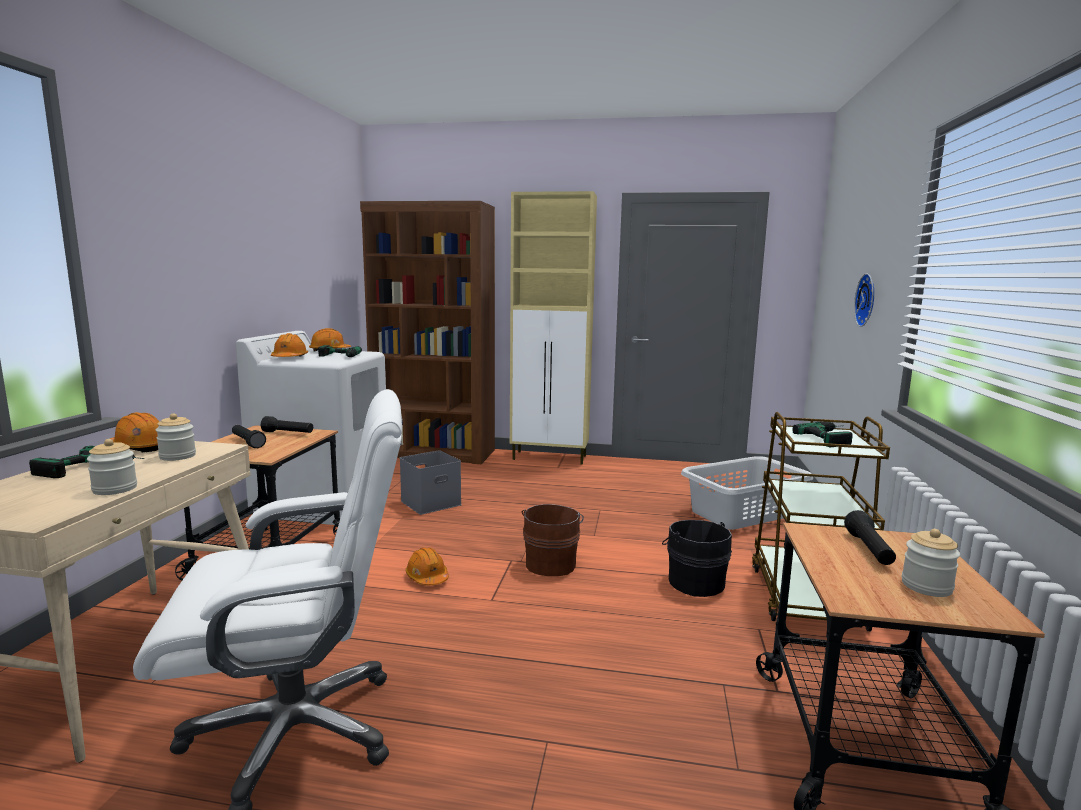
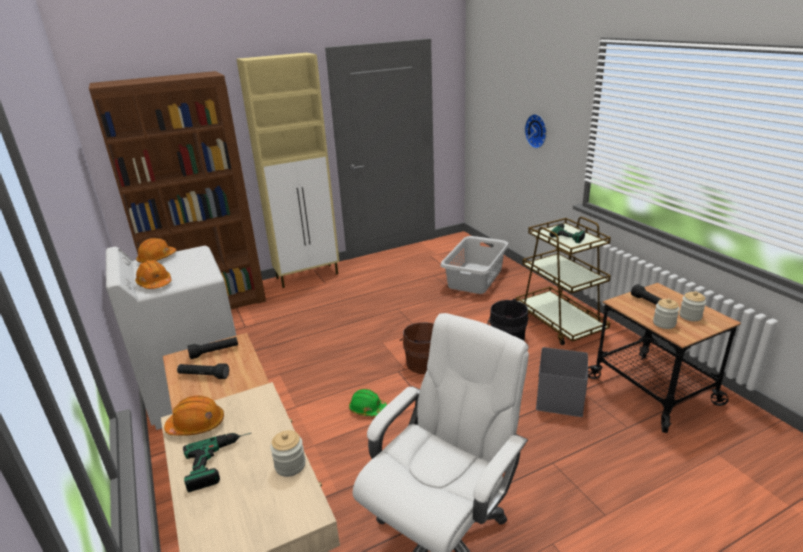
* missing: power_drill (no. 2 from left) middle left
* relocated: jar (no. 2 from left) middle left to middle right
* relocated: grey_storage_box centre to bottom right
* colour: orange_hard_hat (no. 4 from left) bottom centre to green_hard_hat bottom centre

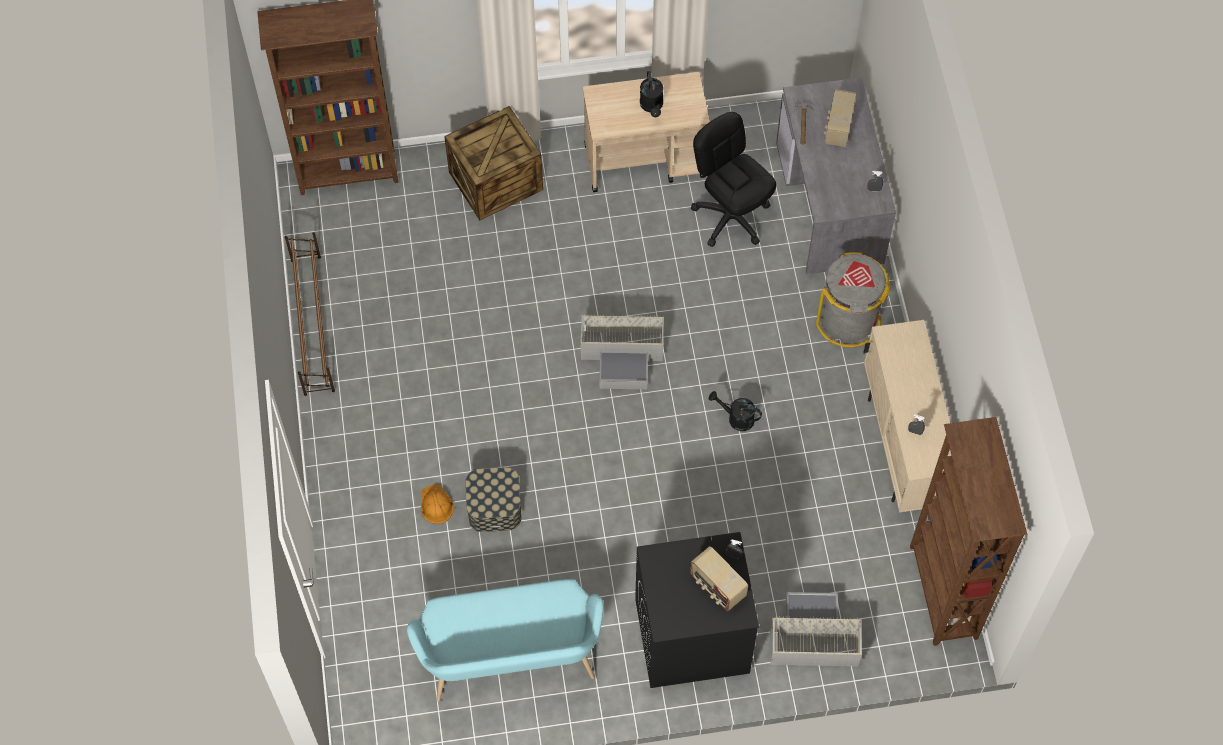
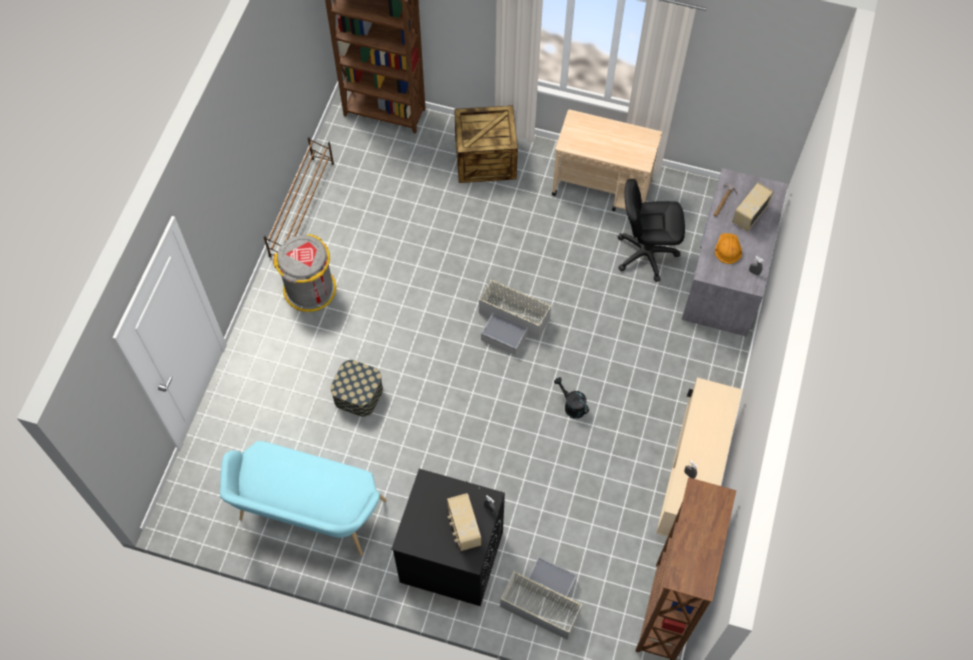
* missing: black_watering_can (no. 1 from left) top centre
* spun: black_office_chair top centre = middle right 75 degrees counterclockwise
* relocated: grey_trash_can middle right to middle left
* relocated: orange_hard_hat bottom centre to middle right

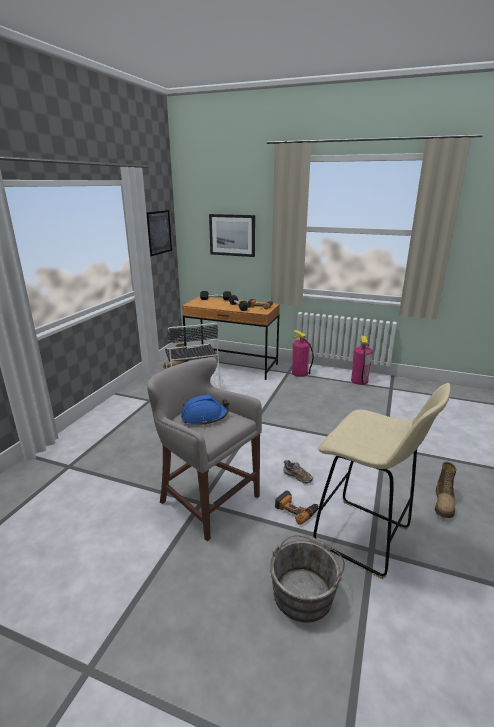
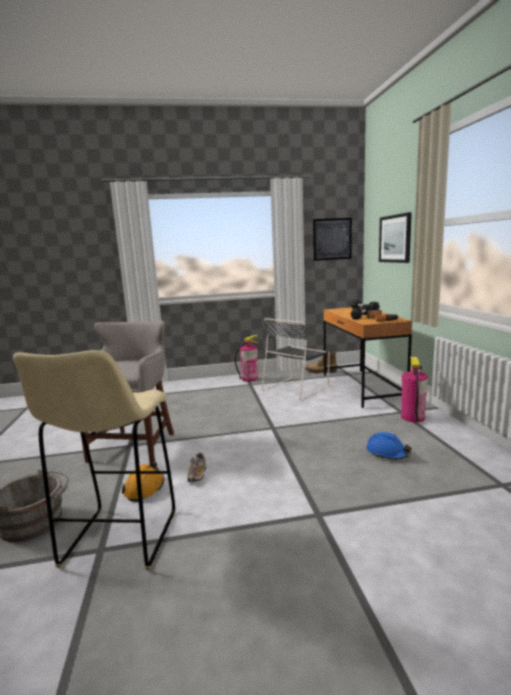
* relocated: fire_extinguisher (no. 2 from left in the first image) middle right to fire_extinguisher (no. 1 from left) centre
* relocated: blue_hard_hat centre to middle right
* missing: boot (no. 2 from left) bottom right
* exchanged: power_drill (no. 2 from left) bottom centre to orange_hard_hat bottom left

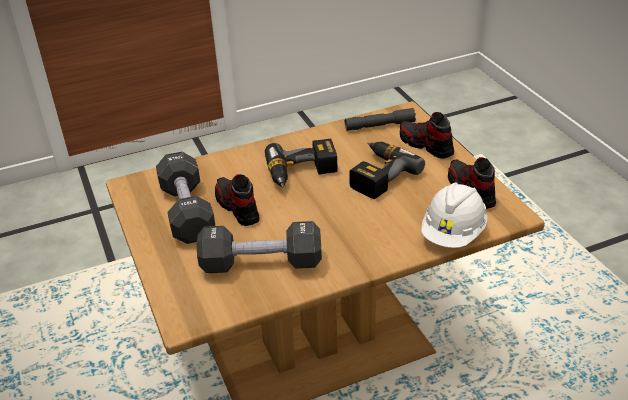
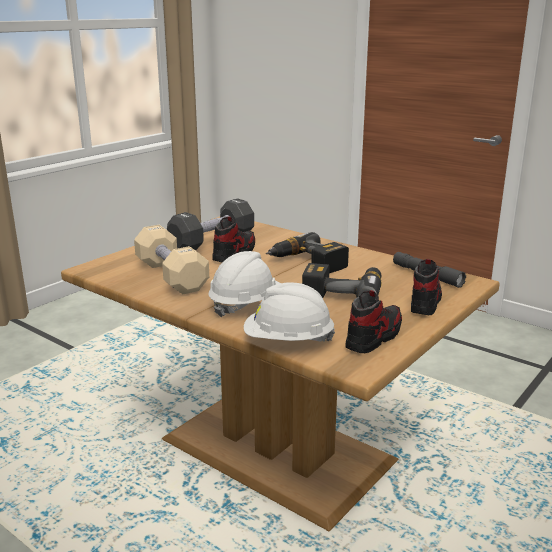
* colour: black_dumbbell (no. 2 from left) centre to beige_dumbbell middle left
* appeared: white_hard_hat (no. 1 from left) centre

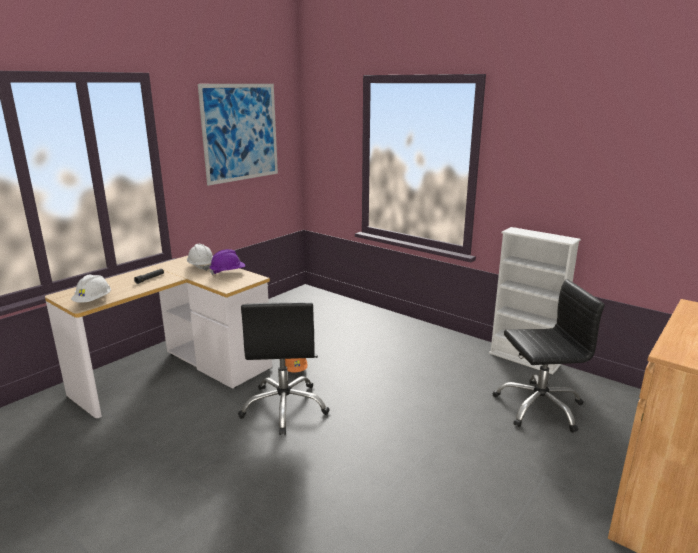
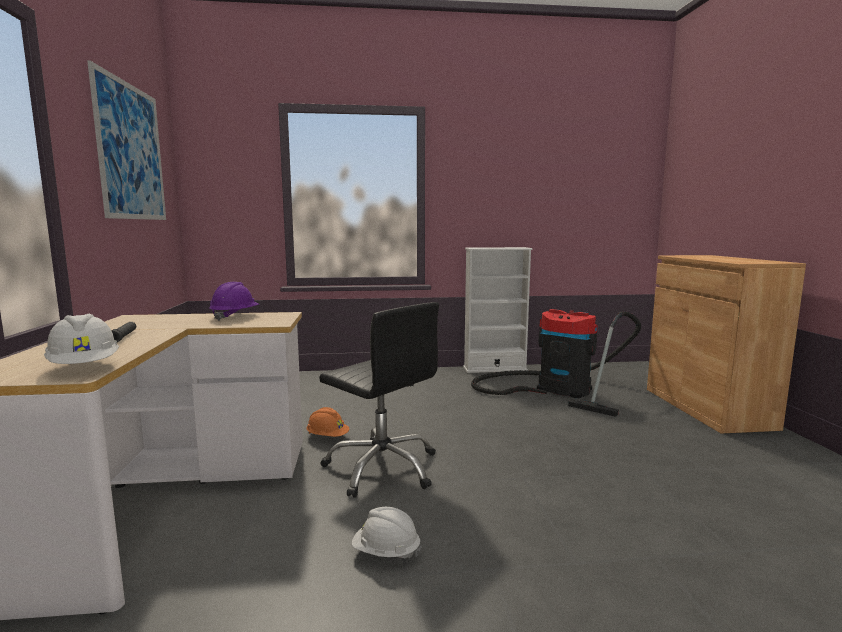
* relocated: white_hard_hat (no. 2 from left) middle left to bottom centre
* exchanged: black_office_chair (no. 2 from left) middle right to vacuum_cleaner centre

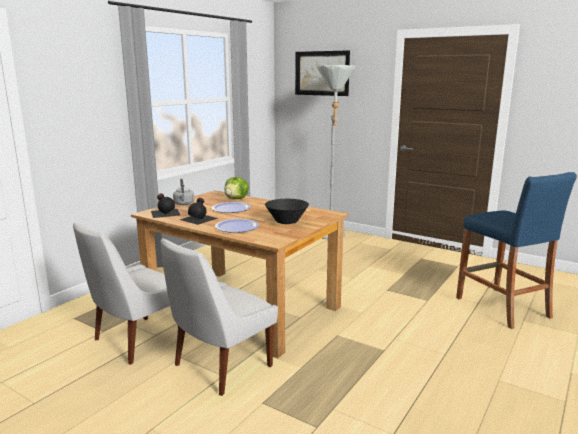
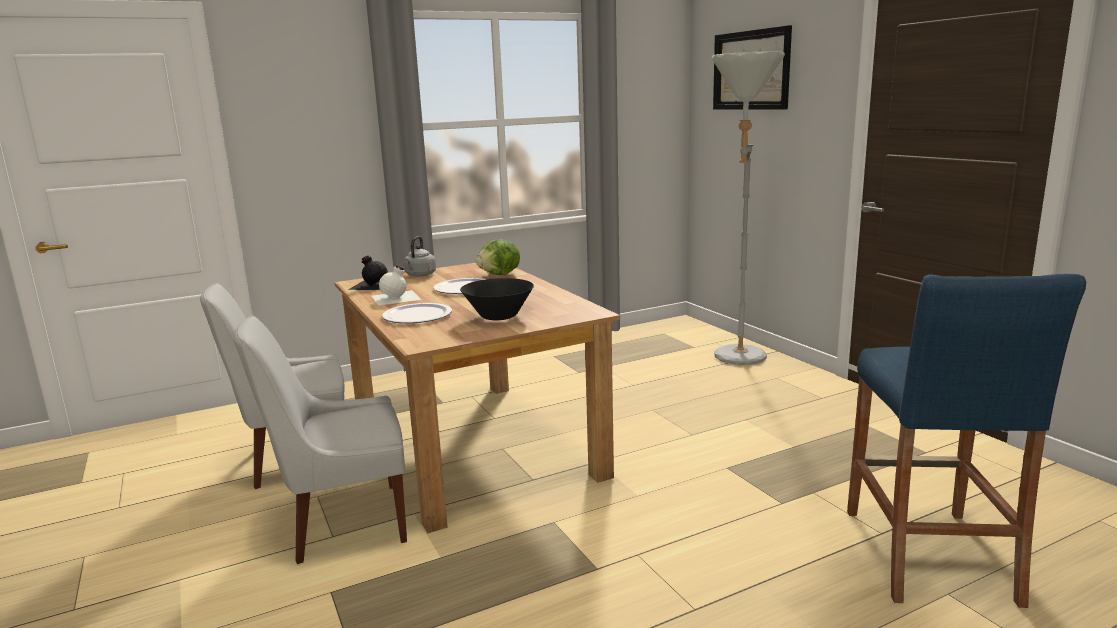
* colour: black_bottle (no. 2 from left) centre to white_bottle centre

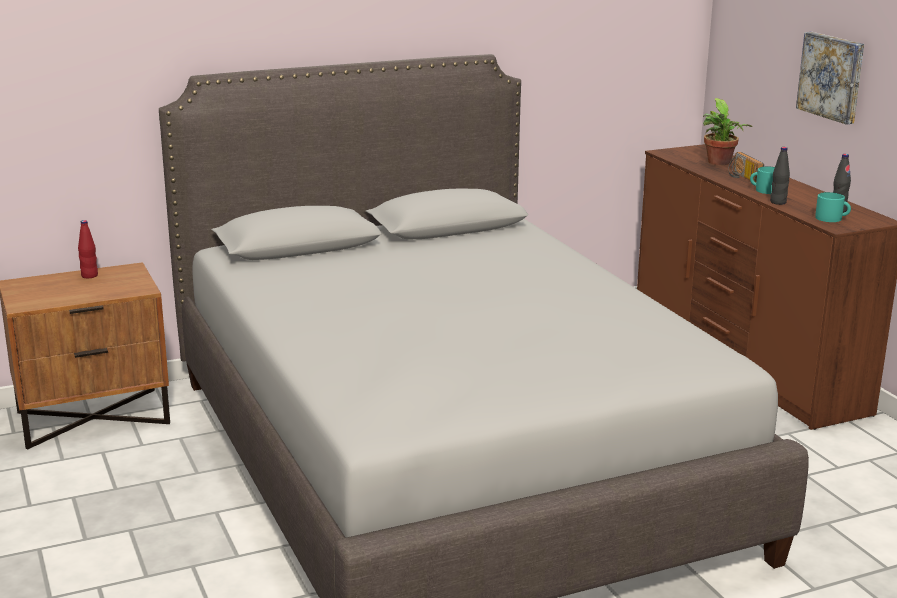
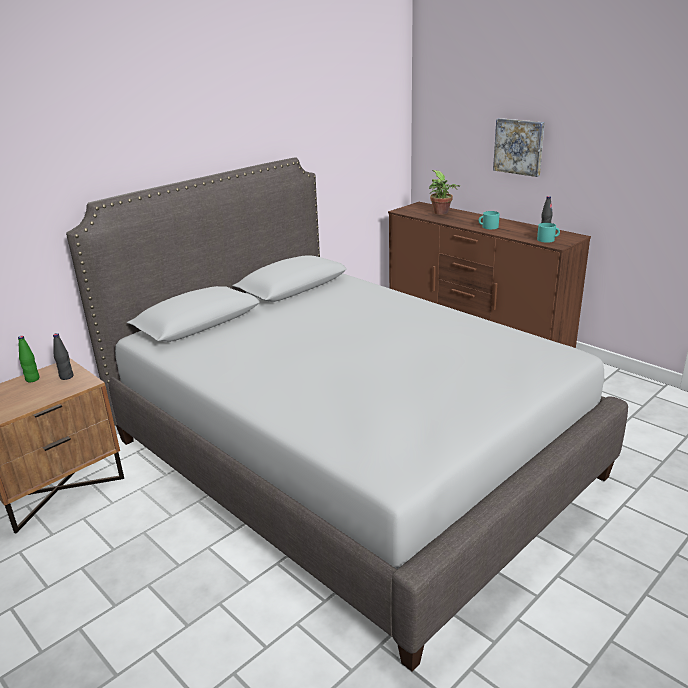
* relocated: black_bottle (no. 1 from left) top right to middle left
* missing: radio top right
* colour: red_bottle middle left to green_bottle middle left

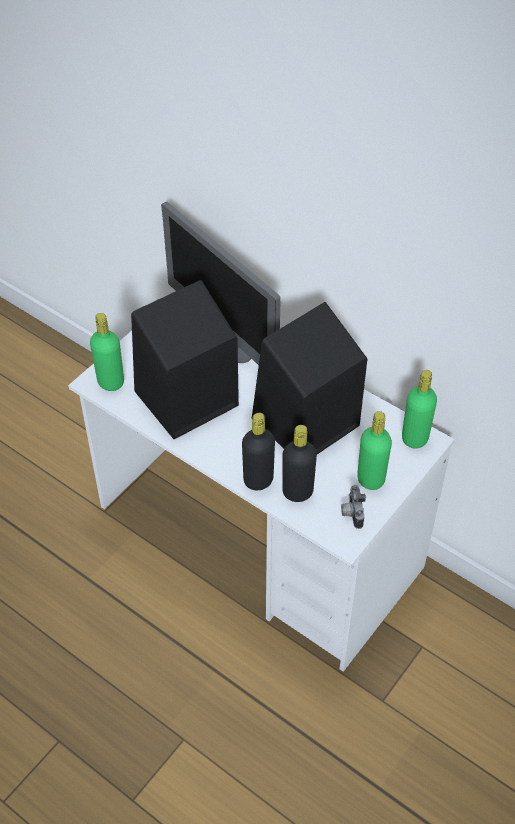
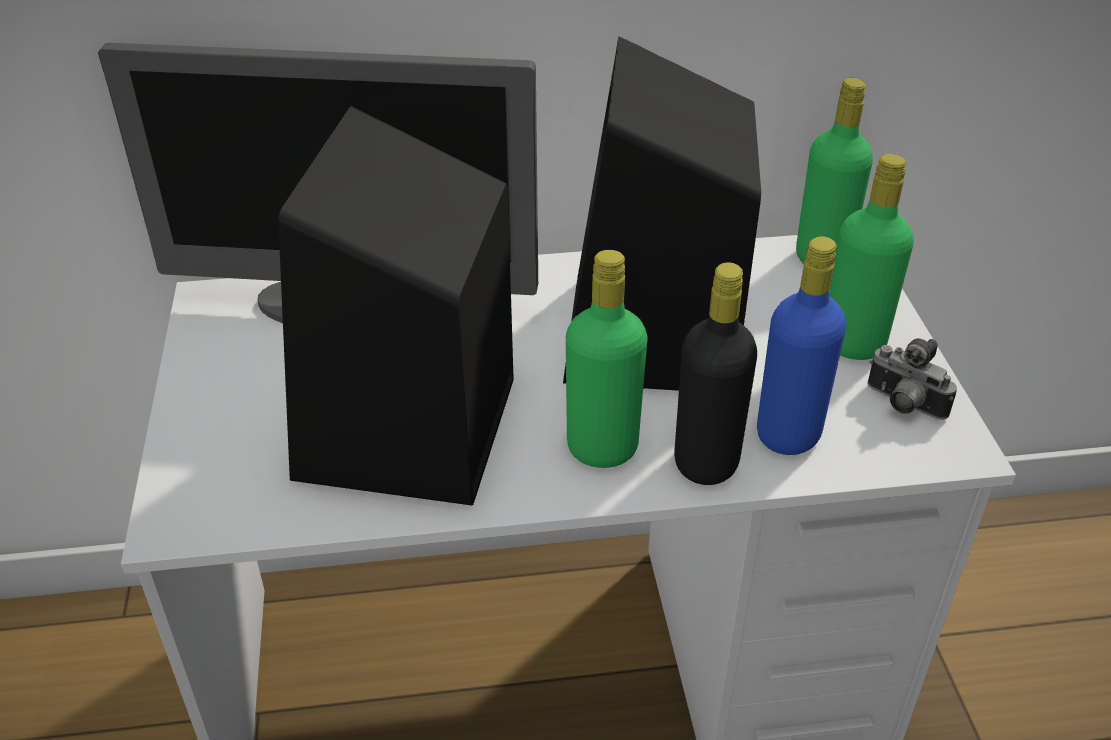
* relocated: green_bottle (no. 1 from left) middle left to centre
* colour: black_bottle (no. 2 from left) centre to blue_bottle middle right

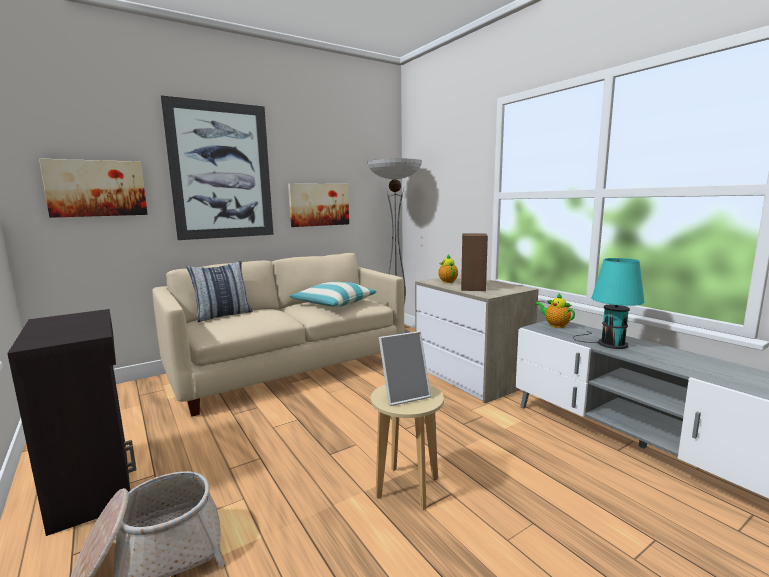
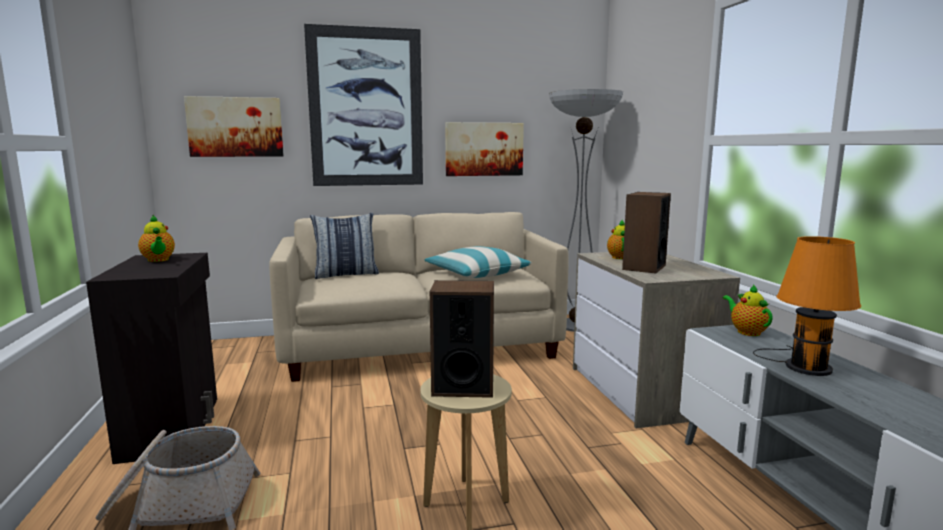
* colour: turquoise_table_lamp middle right to orange_table_lamp middle right
* exchanged: picture_frame centre to speaker (no. 1 from left) centre
* appeared: teapot (no. 1 from left) middle left

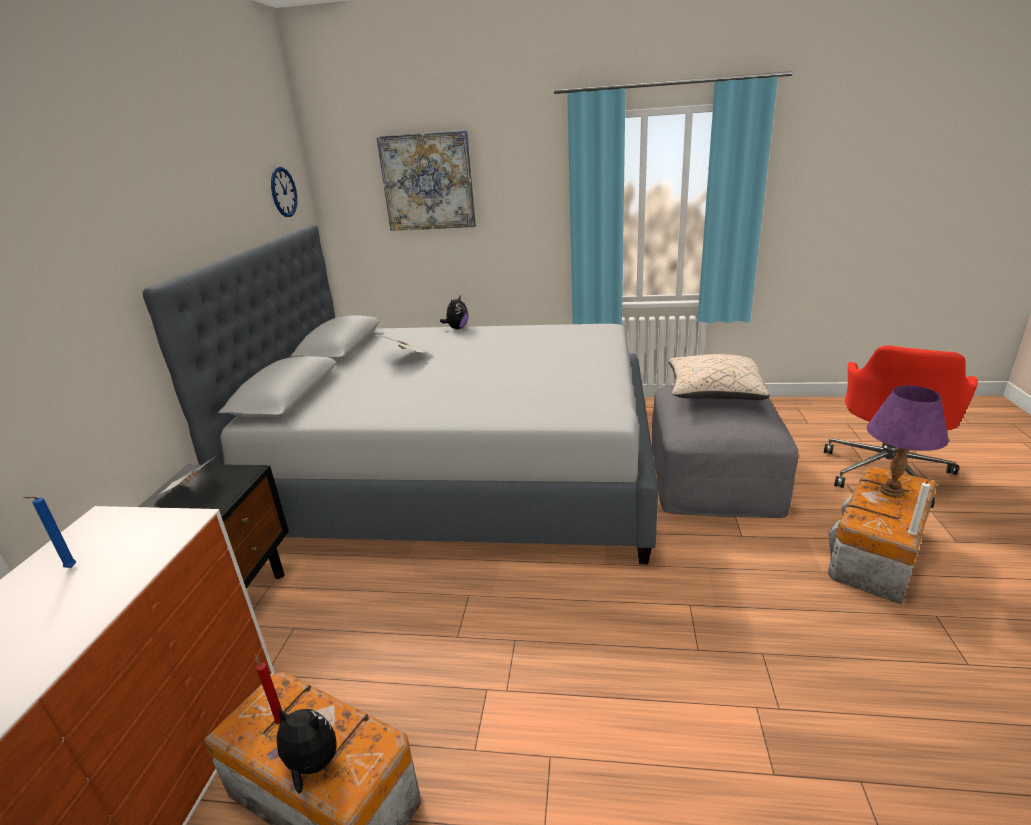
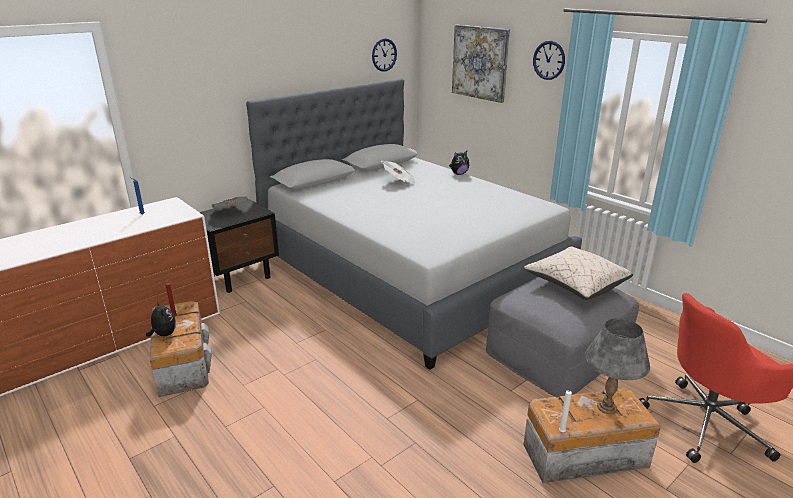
* colour: purple_table_lamp middle right to grey_table_lamp bottom right
* appeared: wall_clock (no. 2 from left) top right

